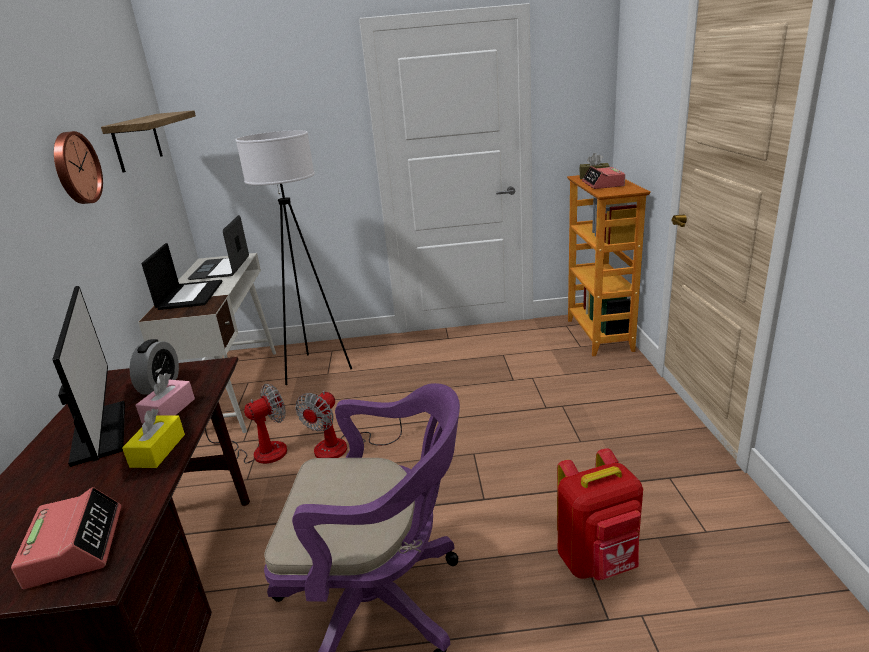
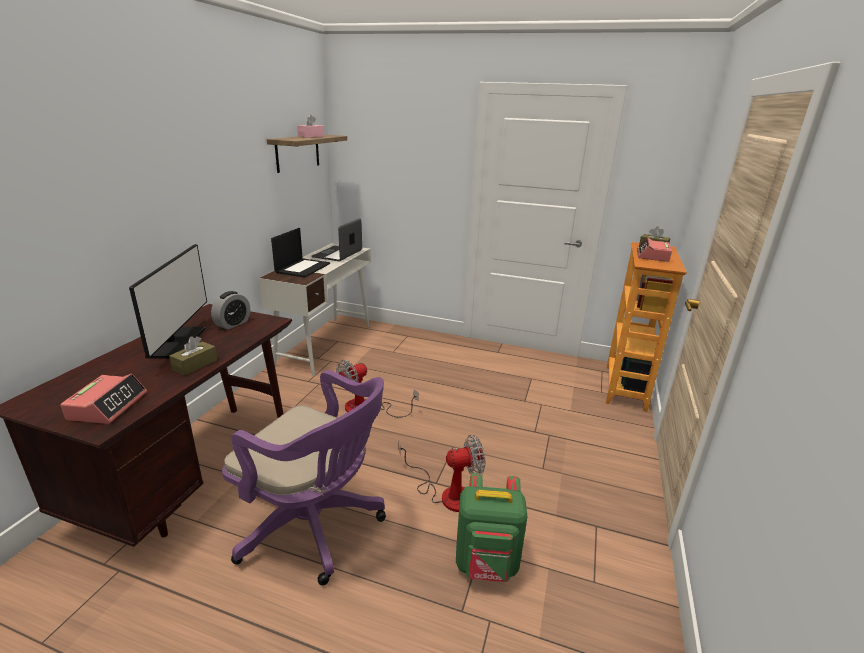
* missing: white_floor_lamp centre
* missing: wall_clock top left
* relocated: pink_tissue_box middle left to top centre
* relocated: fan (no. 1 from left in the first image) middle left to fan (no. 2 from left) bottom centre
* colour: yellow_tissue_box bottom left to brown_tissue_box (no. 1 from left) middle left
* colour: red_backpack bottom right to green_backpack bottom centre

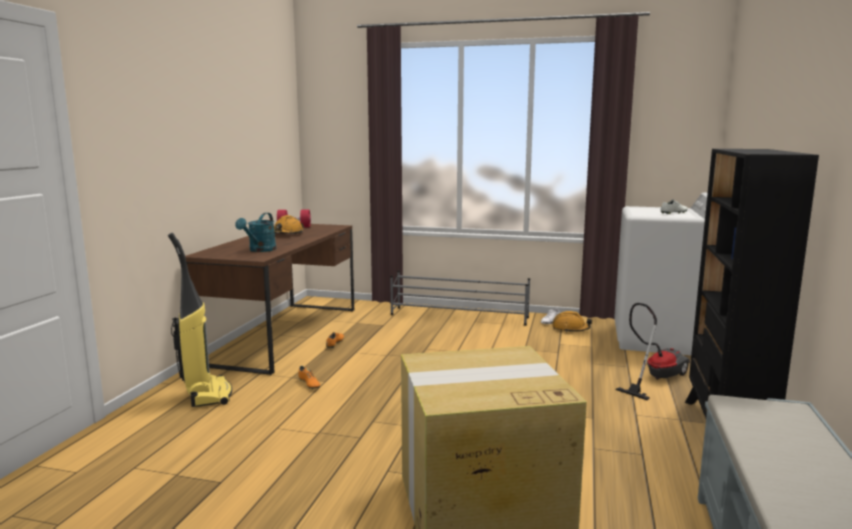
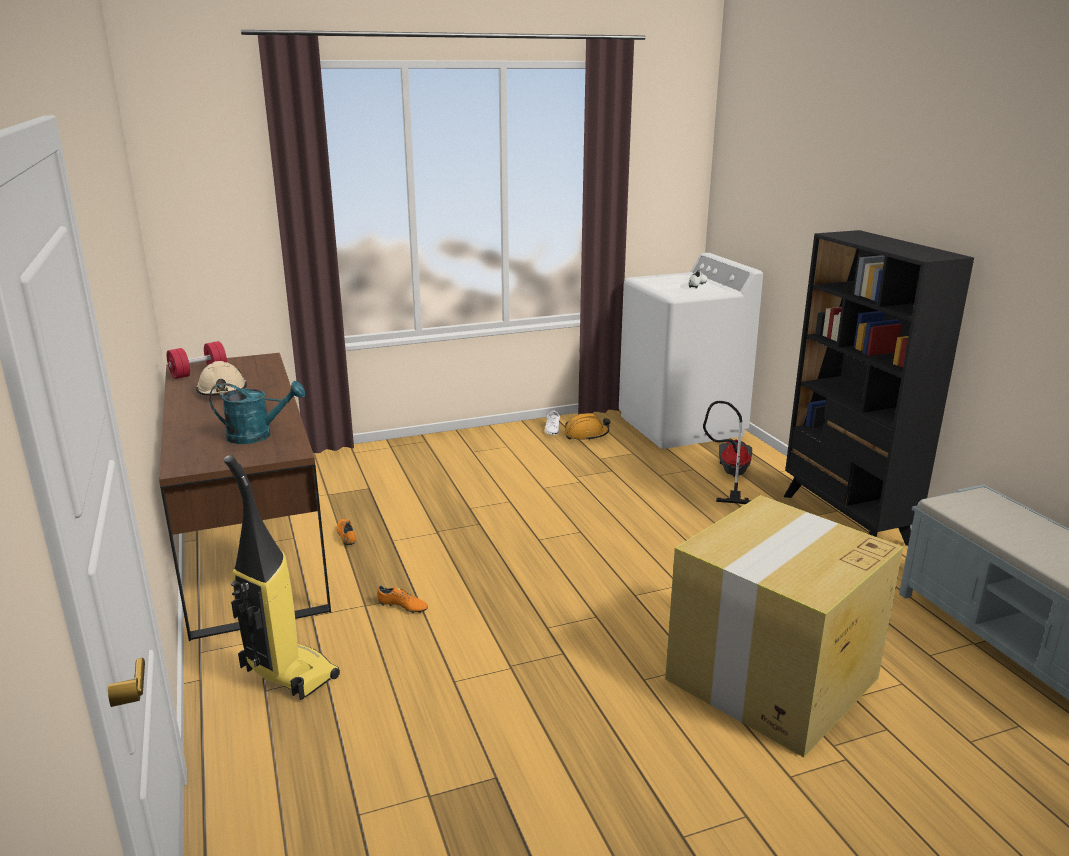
* spun: turquoise_watering_can middle left = middle left 75 degrees counterclockwise
* colour: orange_hard_hat (no. 1 from left) centre to beige_hard_hat middle left
* missing: grey_shoe_rack centre

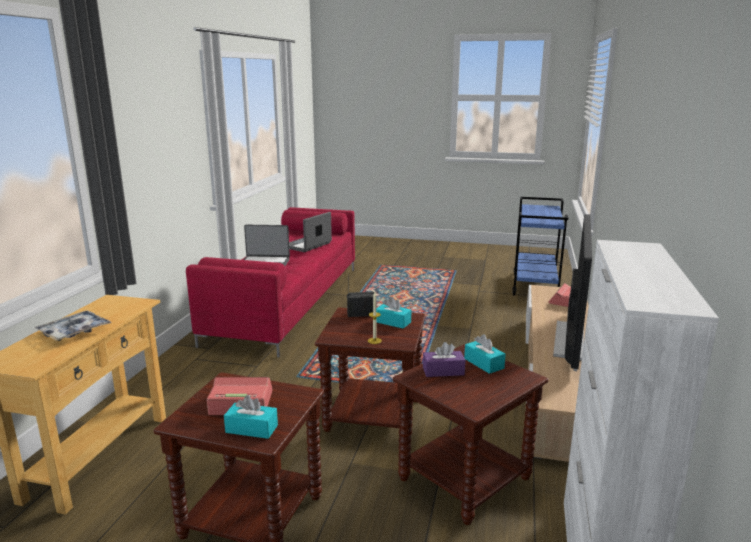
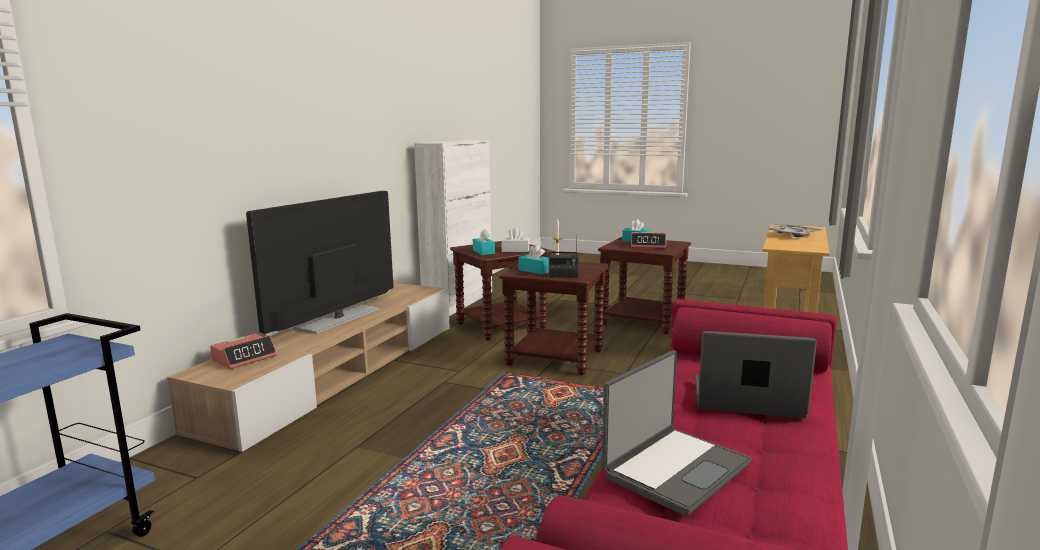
* colour: purple_tissue_box centre to white_tissue_box centre

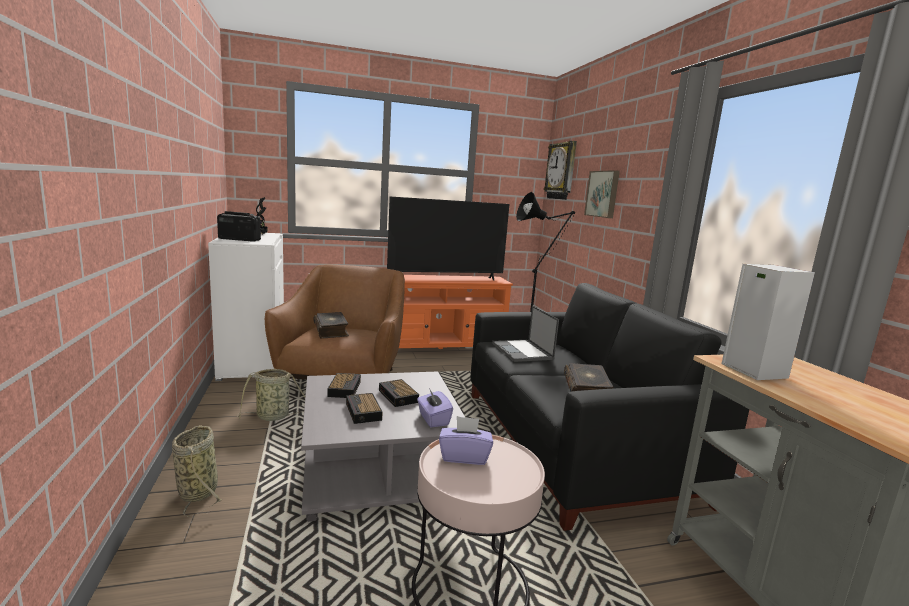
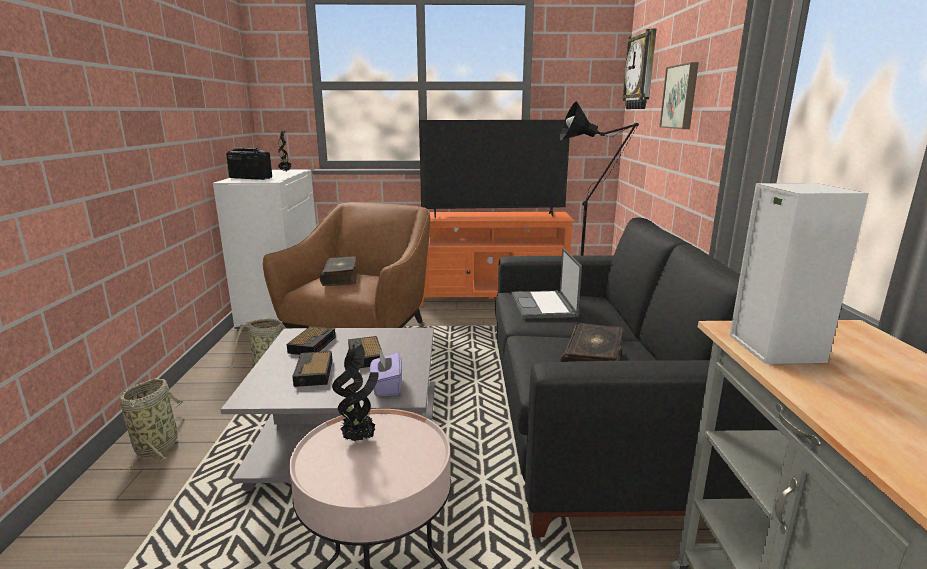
* exchanged: purple_tissue_box (no. 2 from left) bottom centre to potted_plant (no. 2 from left) bottom centre

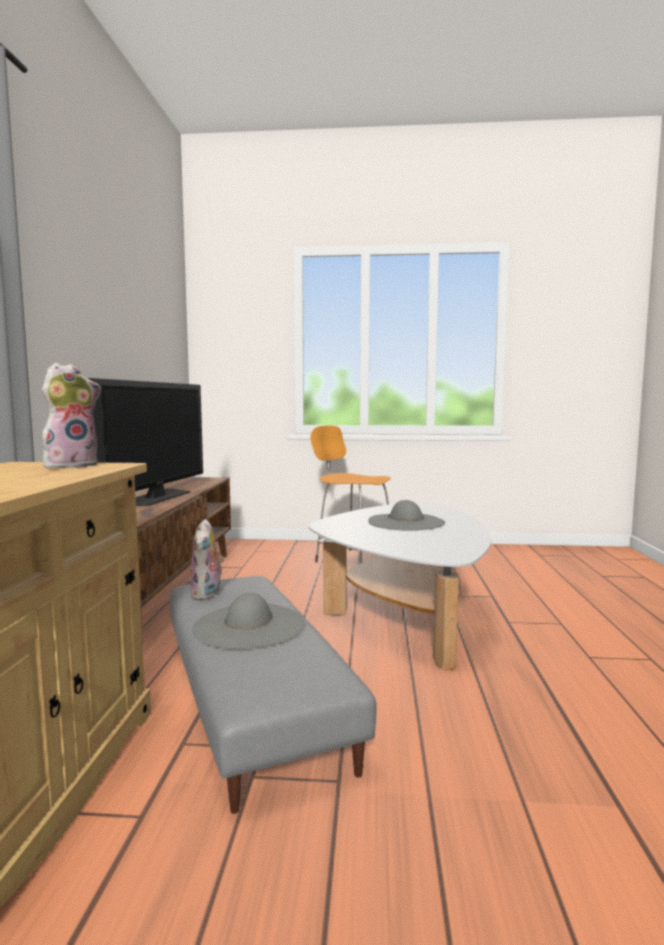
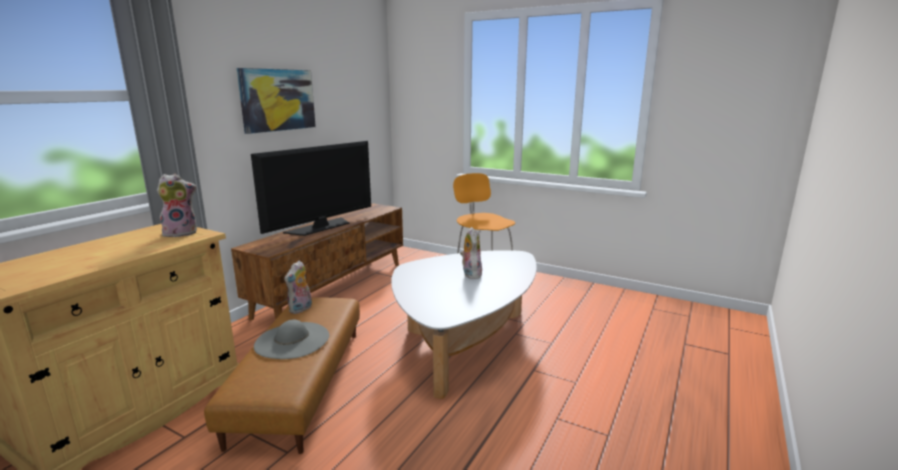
* exchanged: grey_hat (no. 2 from left) centre to plush_toy (no. 3 from left) centre
* colour: grey_ottoman bottom centre to brown_ottoman bottom left
* appeared: picture top left

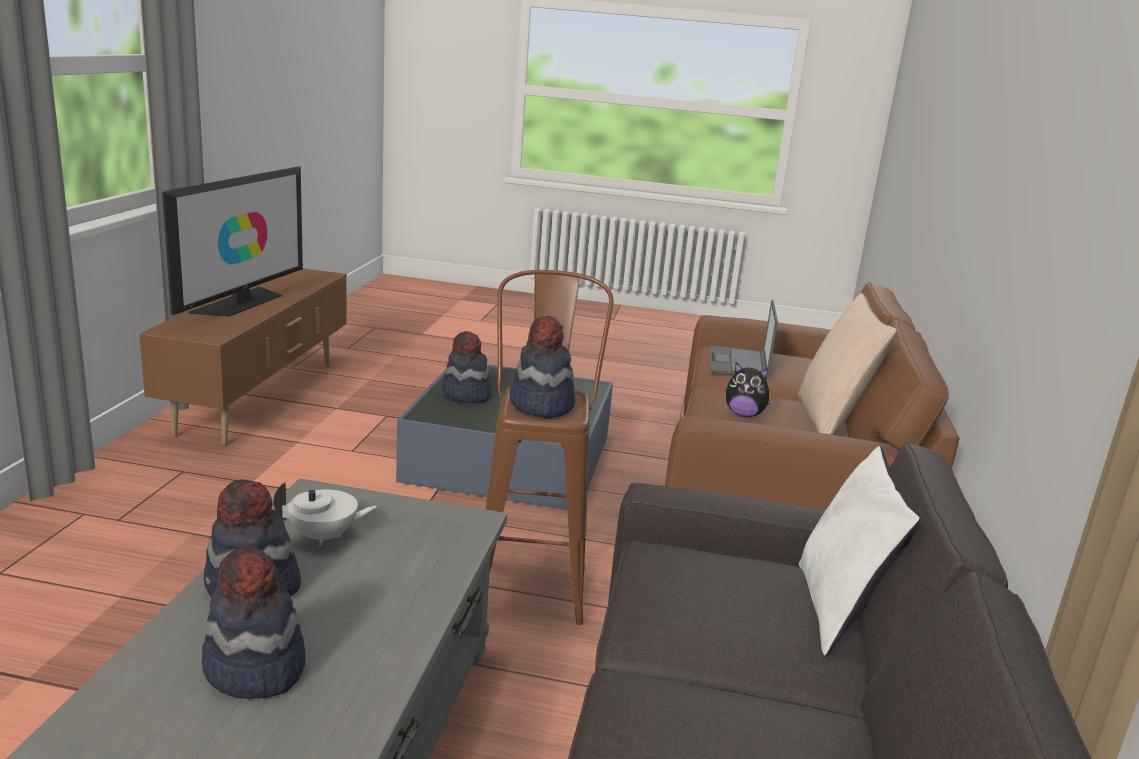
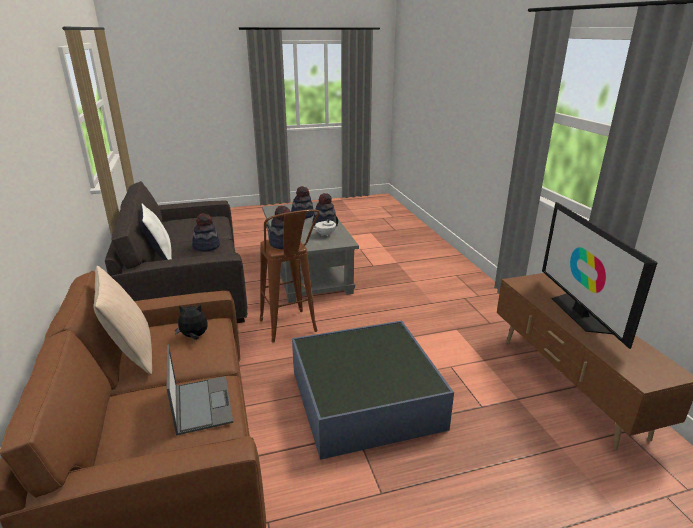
* relocated: hat (no. 3 from left in the first image) centre to hat (no. 1 from left) middle left

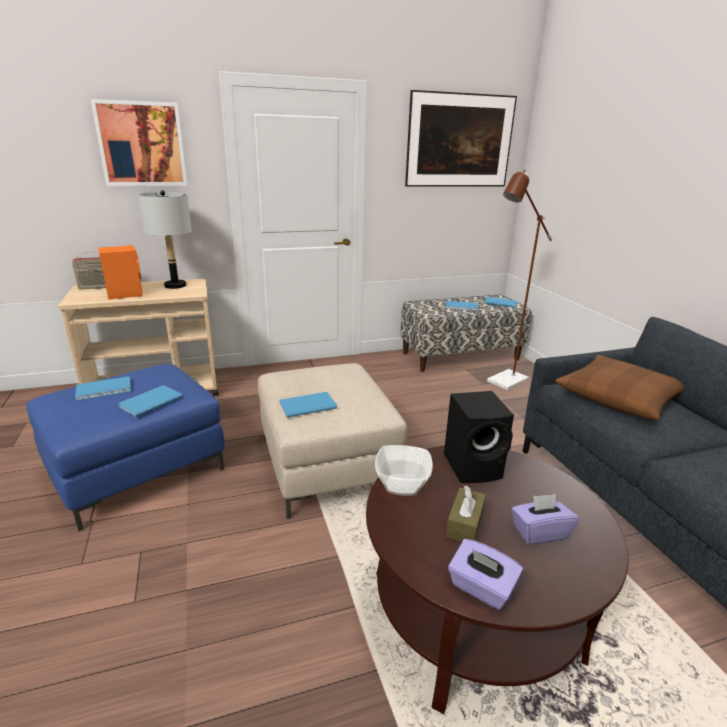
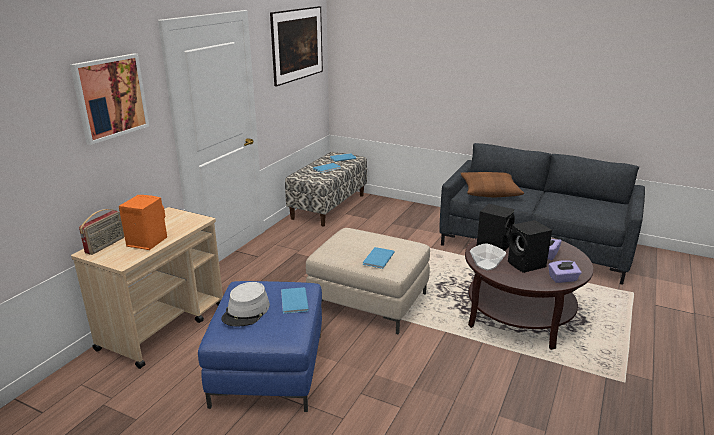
* missing: brown_floor_lamp middle right
* missing: grey_table_lamp top left
* exchanged: blue_book (no. 1 from left) middle left to grey_hat bottom centre
* exchanged: brown_tissue_box bottom centre to black_speaker (no. 2 from left) middle right

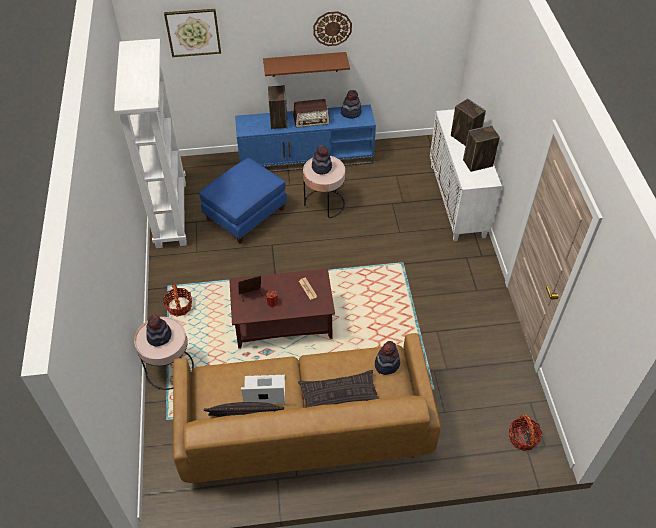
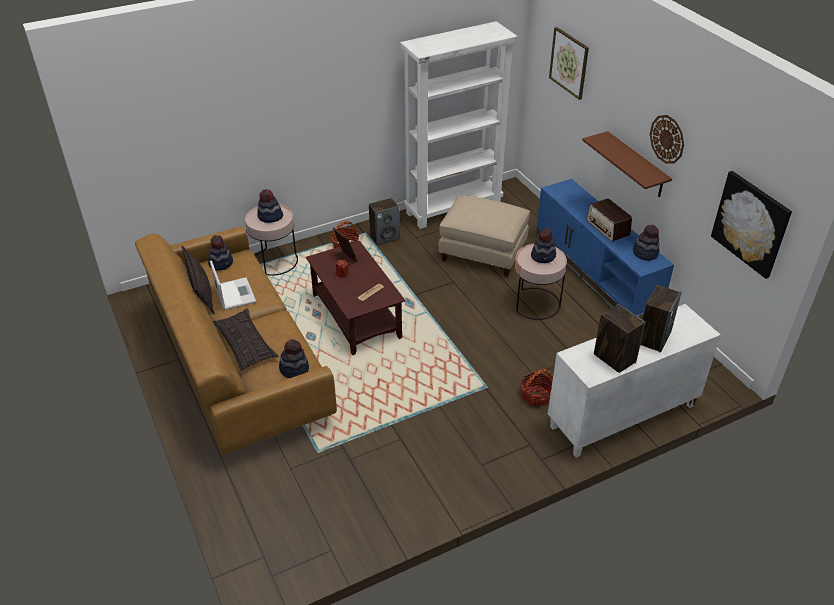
* relocated: speaker (no. 1 from left) top centre to centre
* colour: blue_ottoman centre to beige_ottoman centre
* relocated: basket (no. 2 from left) bottom right to centre
* appeared: picture (no. 2 from left) middle right
* appeared: hat (no. 1 from left) middle left

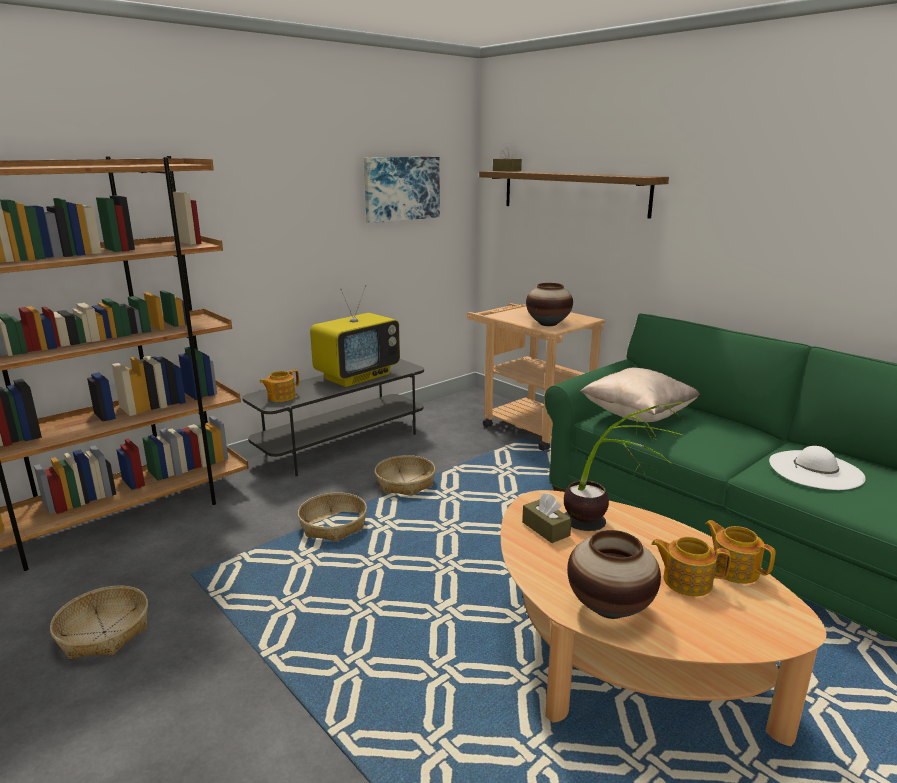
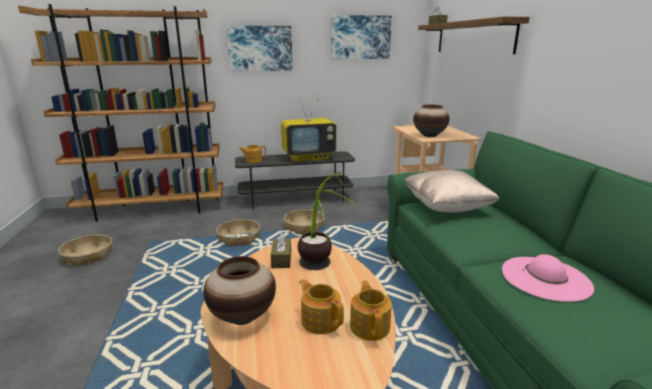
* colour: white_hat middle right to pink_hat bottom right
* appeared: picture (no. 1 from left) top centre

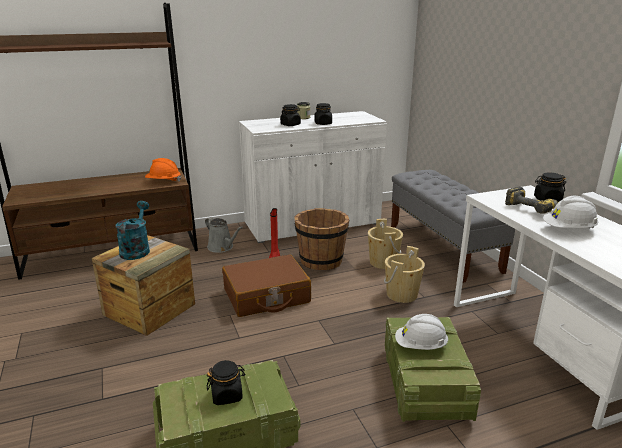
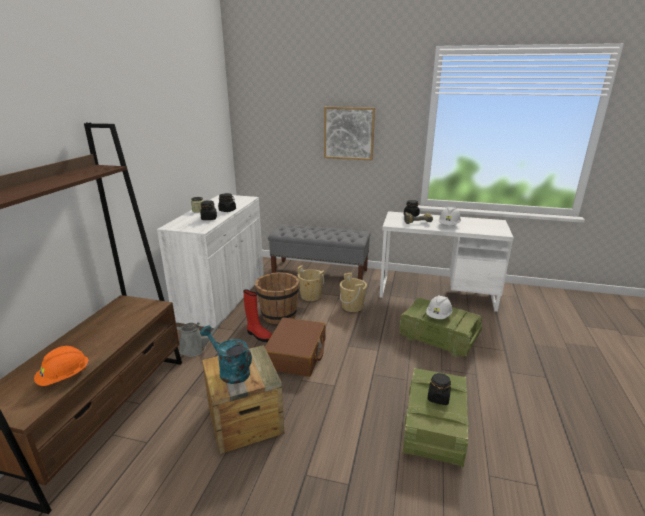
* relocated: orange_hard_hat middle left to bottom left
* appeared: picture top centre

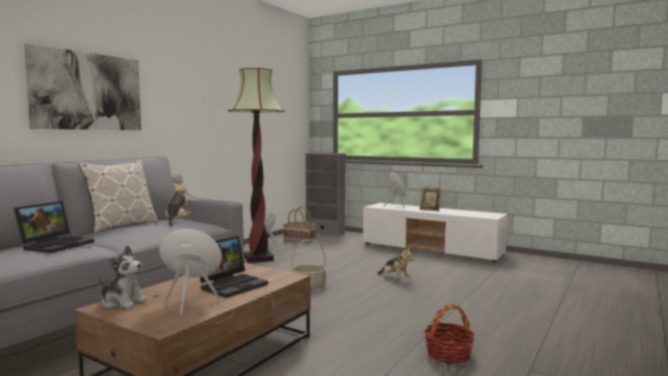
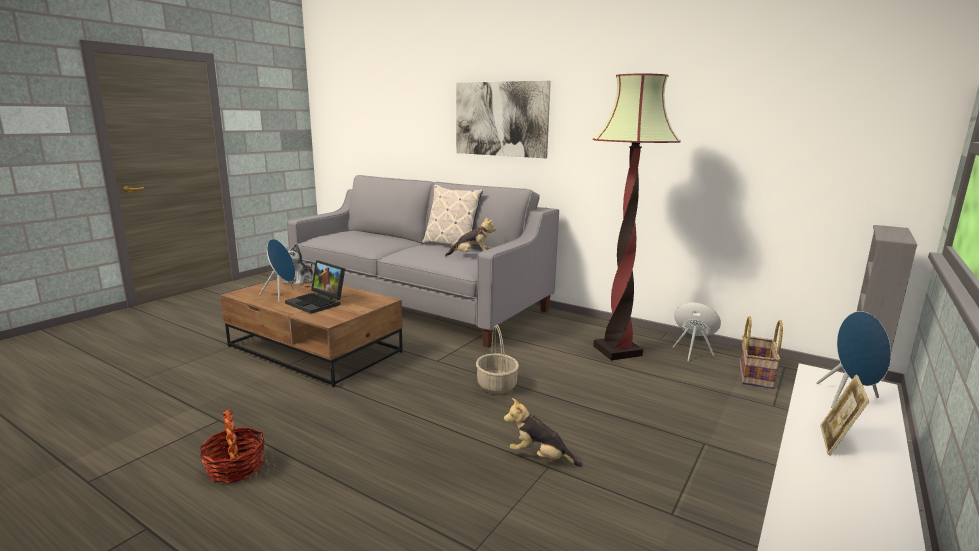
* missing: laptop (no. 1 from left) middle left
* spun: plush_toy (no. 3 from left) bottom centre = bottom centre 60 degrees clockwise

